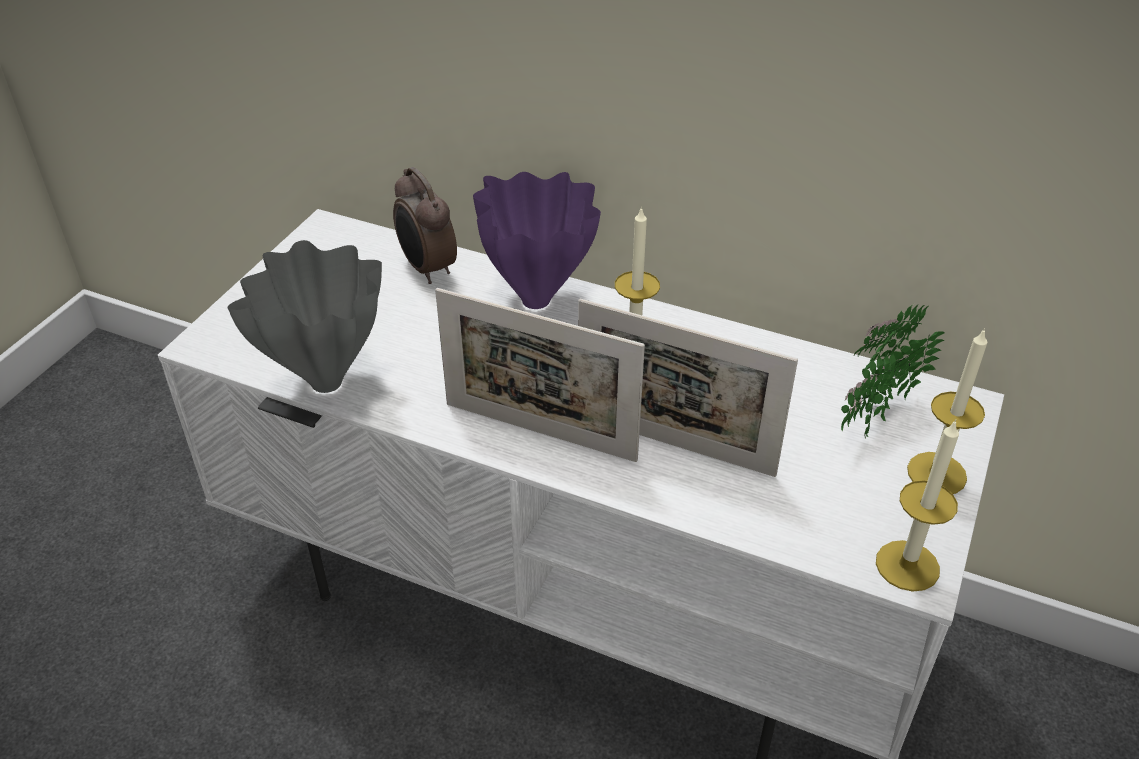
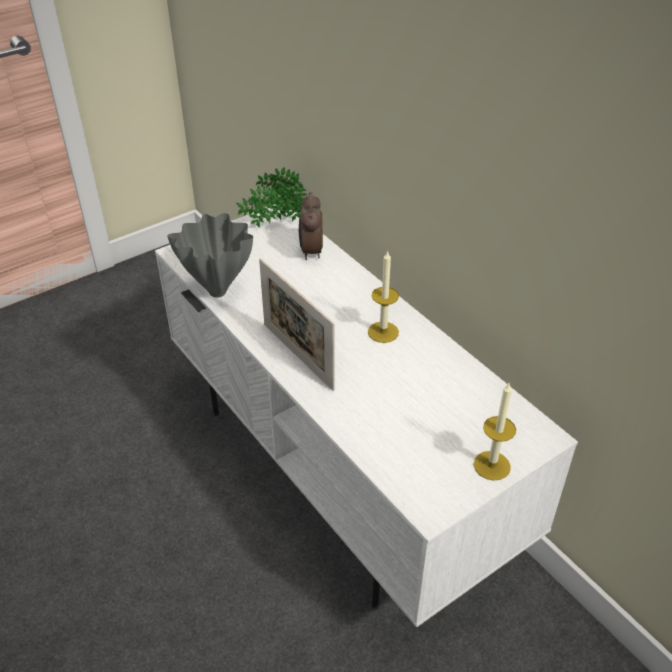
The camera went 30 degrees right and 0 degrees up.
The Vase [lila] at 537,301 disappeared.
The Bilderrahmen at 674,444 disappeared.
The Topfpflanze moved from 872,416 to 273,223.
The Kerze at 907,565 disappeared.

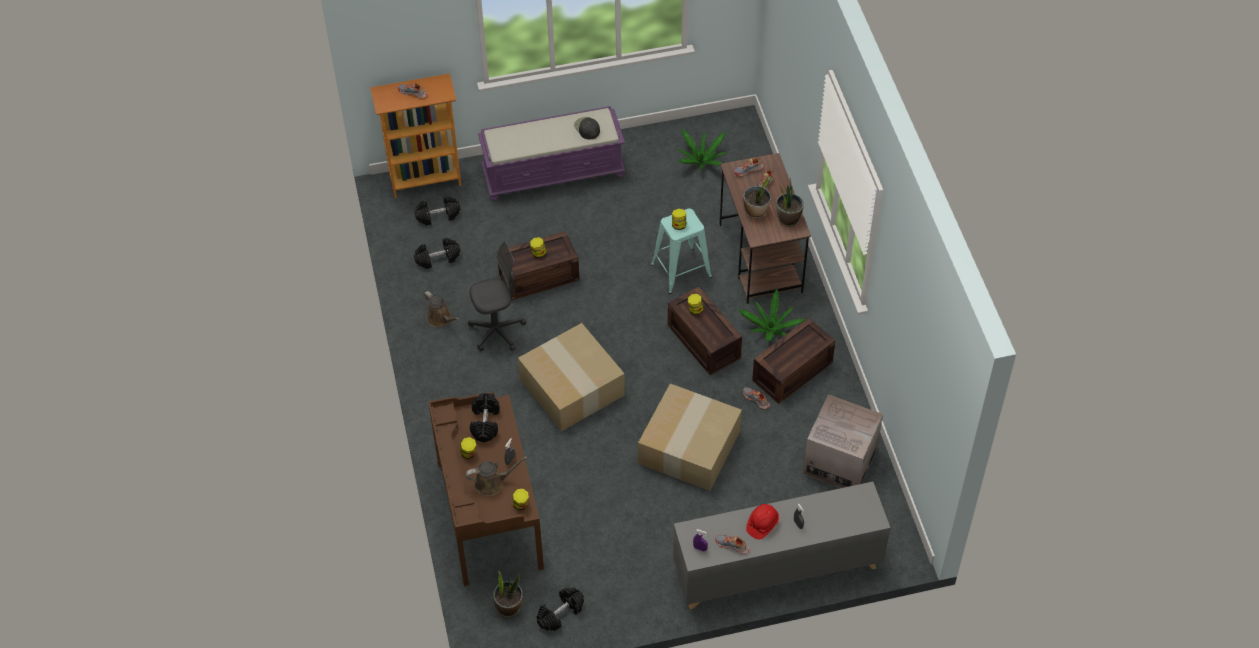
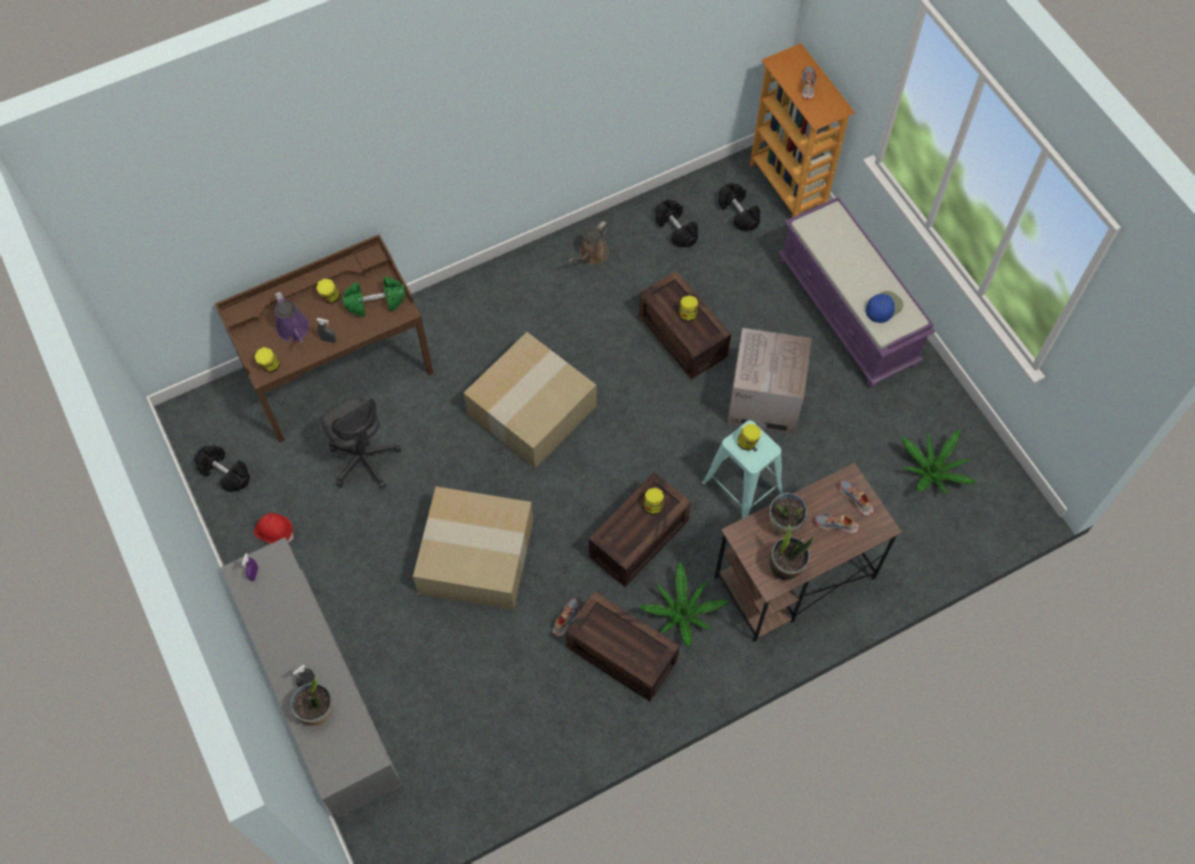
The camera went 75 degrees right and 10 degrees up.
The Gießkanne [braun] at 492,483 became the Gießkanne [lila] at 294,330.
The Bürostuhl [grau] moved from 497,331 to 364,460.
The Hantel [schwarz] at 485,423 became the Hantel [grün] at 376,302.
The Topfpflanze moved from 509,607 to 317,711.
The Kappe [schwarz] at 587,128 became the Kappe [blau] at 883,307.
The Schuh at 732,546 disappeared.
The Schutzhelm [rot] moved from 762,524 to 274,531.
The Karton moved from 839,461 to 764,399.

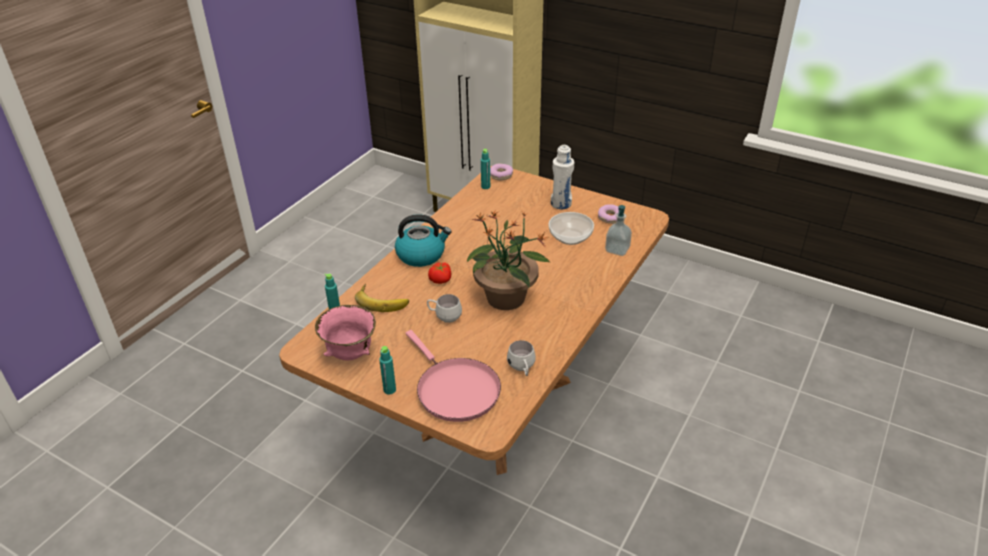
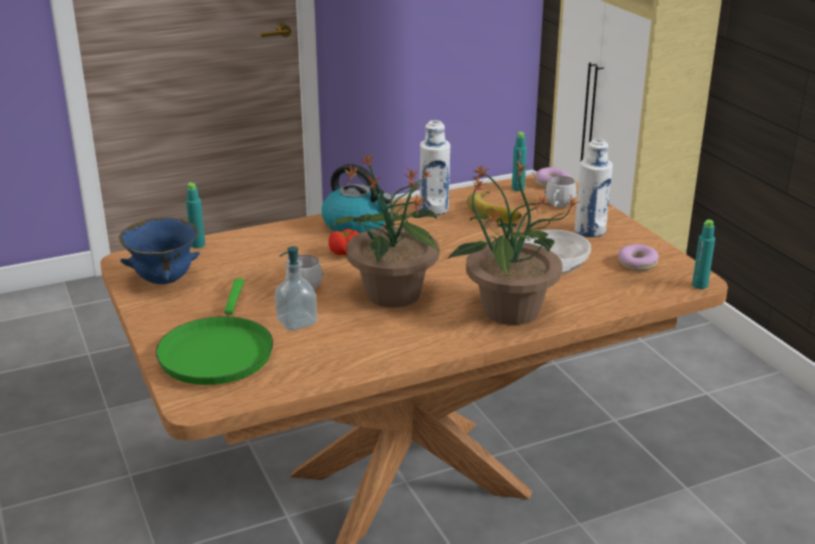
The camera went 35 degrees right and 10 degrees down.
The Schüssel [rosa] at 350,354 became the Schüssel [blau] at 163,281.
The Banane moved from 382,300 to 496,210.
The Flasche [türkis] moved from 389,390 to 699,285.
The Pfanne [rosa] at 455,390 became the Pfanne [grün] at 217,352.
The Henkelbecher [weiß] moved from 522,369 to 558,206.
The Seifenspender moved from 617,250 to 297,322.
The Flasche [weiß] at 434,209 appeared.
The Topfpflanze at 509,311 appeared.

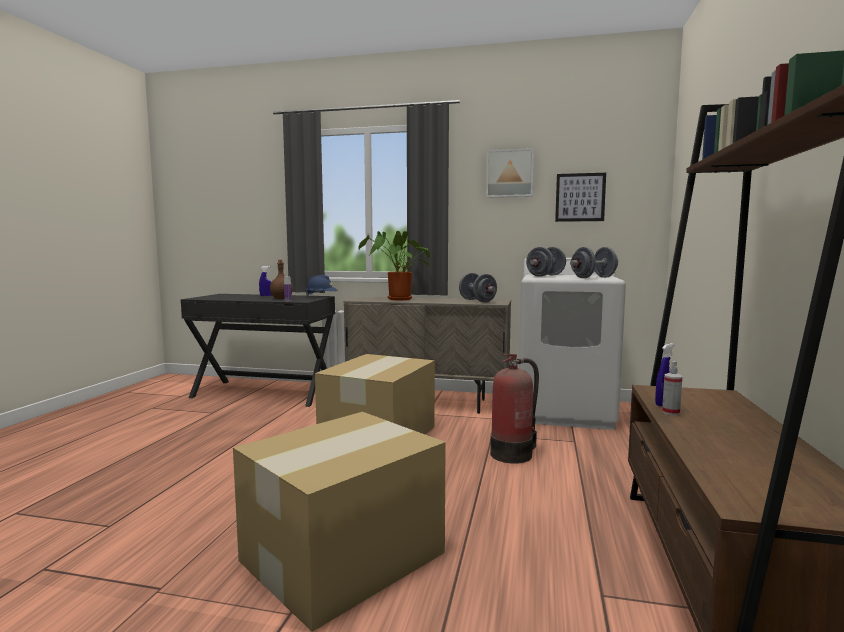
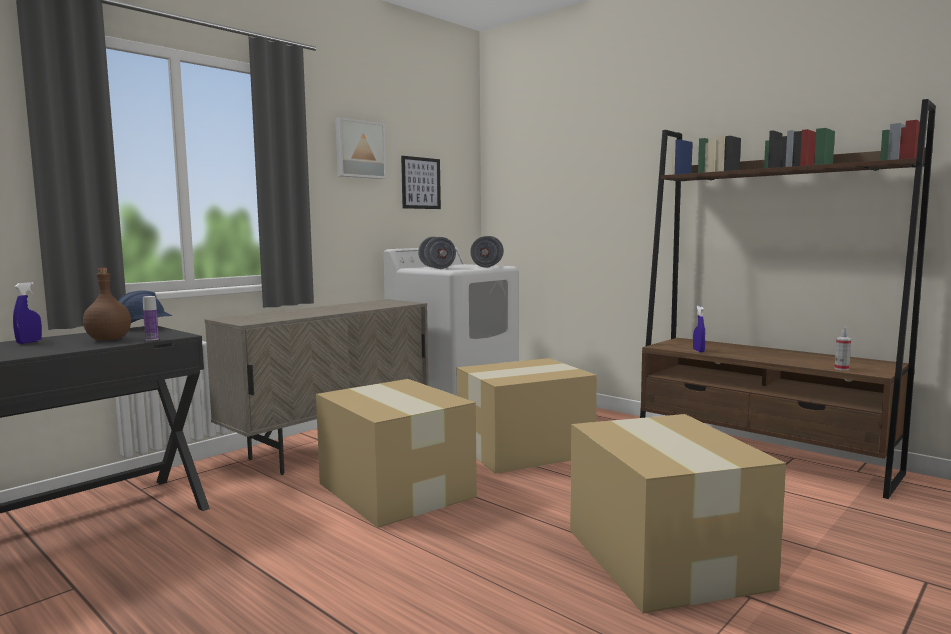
The camera went 60 degrees left and 0 degrees up.
The Topfpflanze at 397,299 disappeared.
The Hantel [grau] at 477,301 disappeared.
The Feuerlöscher at 513,454 was replaced by the Karton at 522,449.
The Sprühflasche moved from 670,412 to 841,369.

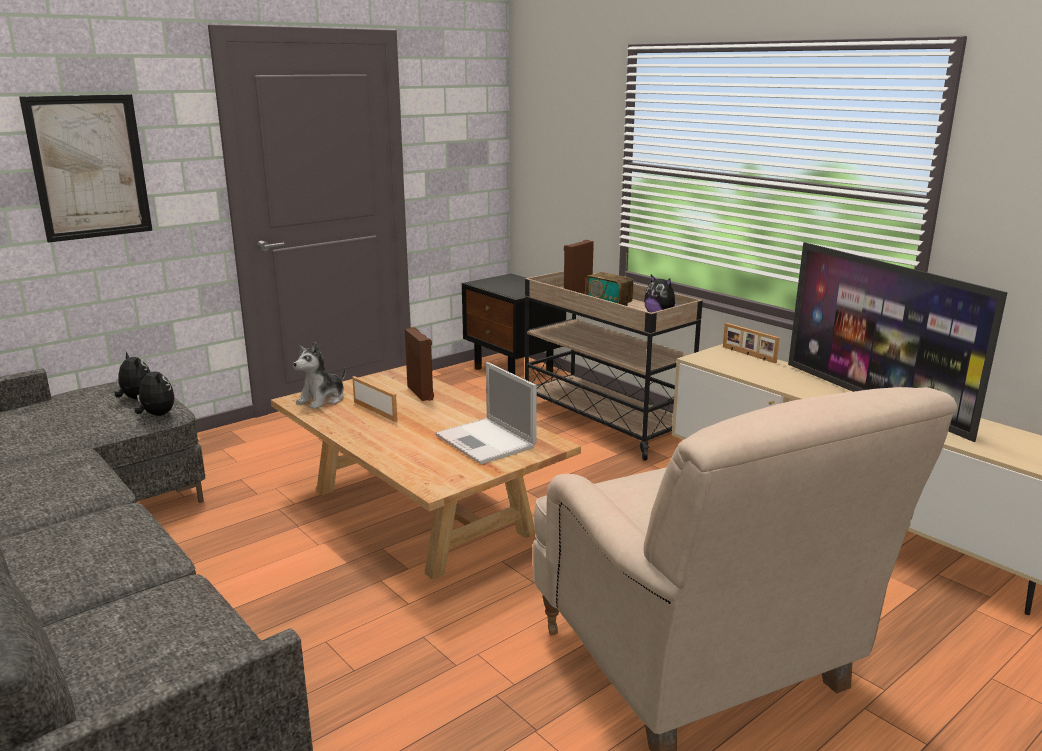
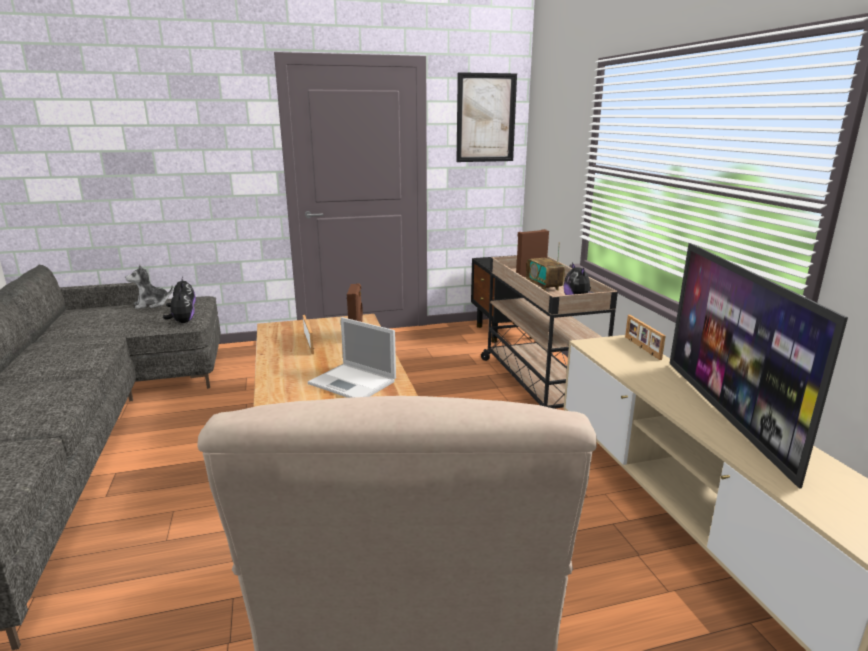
The camera went 25 degrees right and 0 degrees up.
The Bild moved from 89,167 to 486,118.
The Plüschtier moved from 322,400 to 151,304.
The Laptop at 487,442 turned 45 degrees counterclockwise.

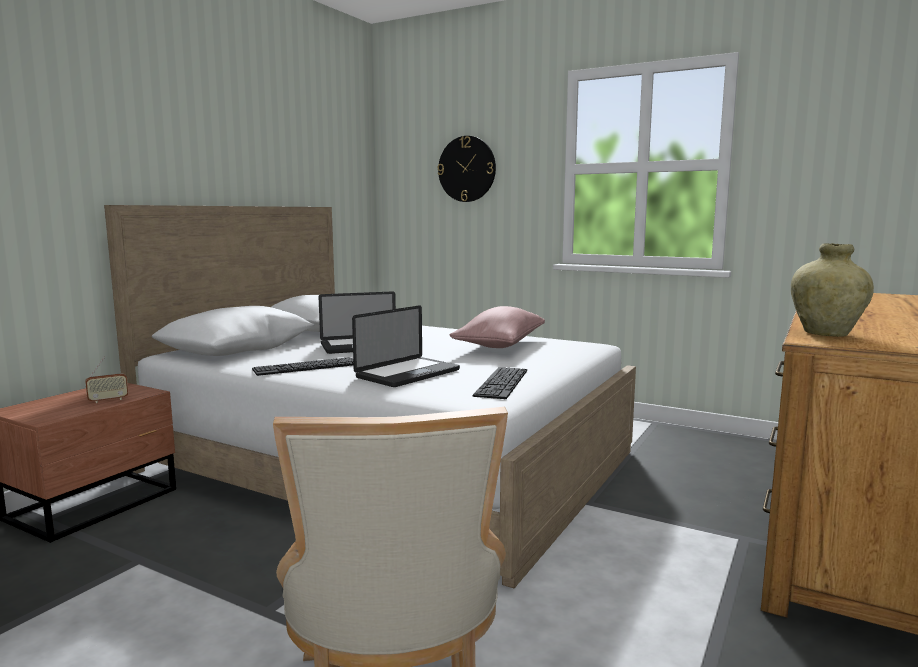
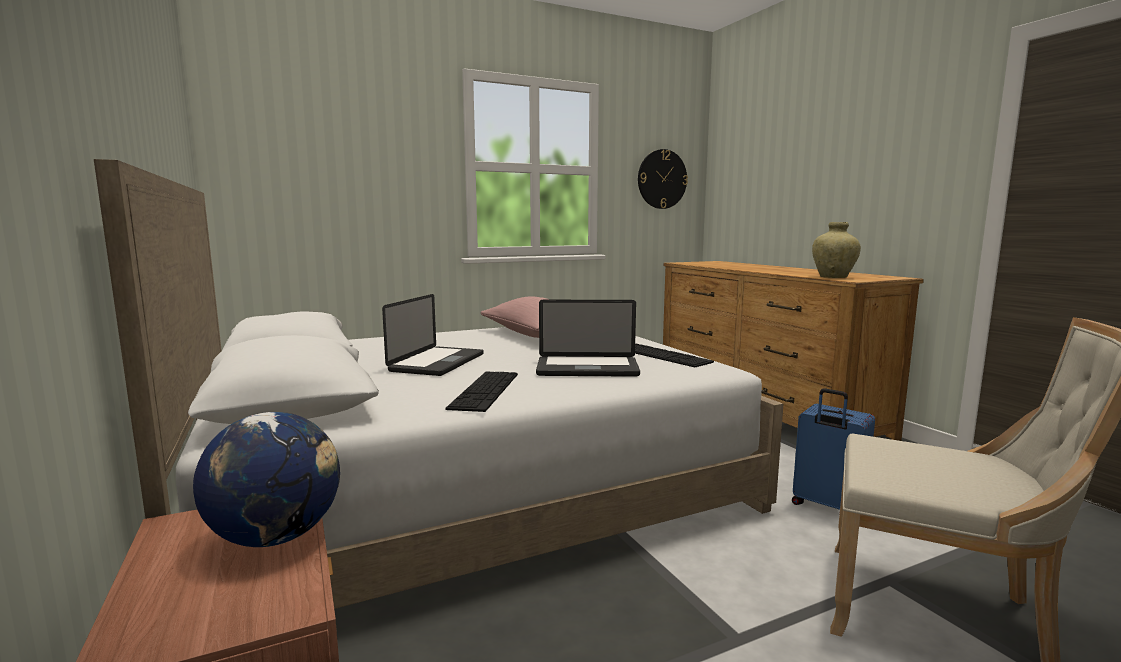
The camera went 55 degrees left and 0 degrees up.
The Radio at 108,400 was replaced by the Globus at 276,537.
The Laptop at 408,374 turned 105 degrees clockwise.
The Wanduhr moved from 467,169 to 662,179.
The Koffer [blau] at 826,506 appeared.

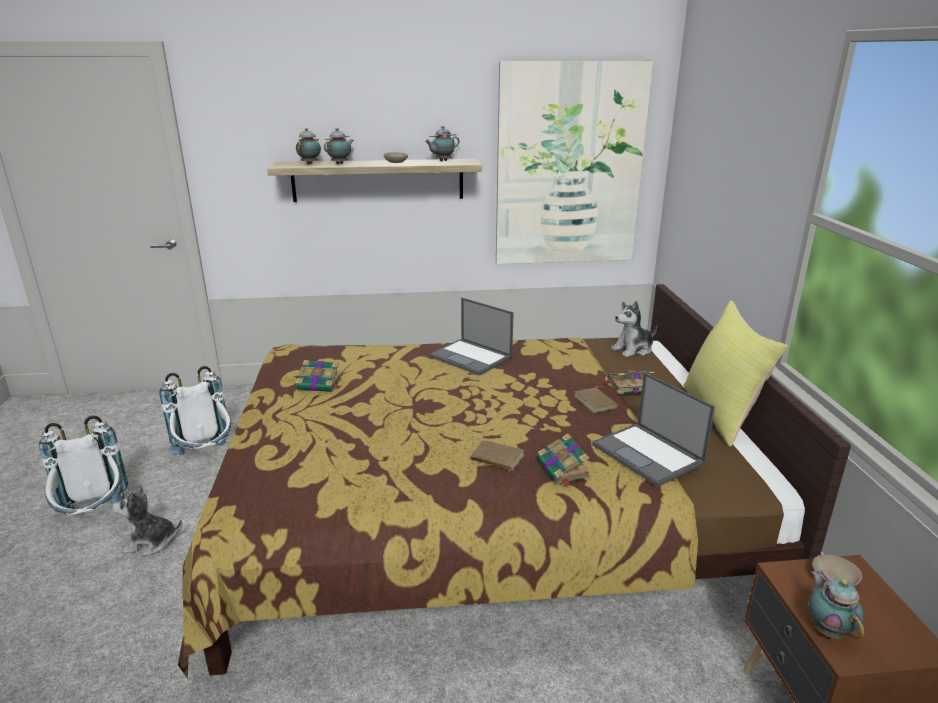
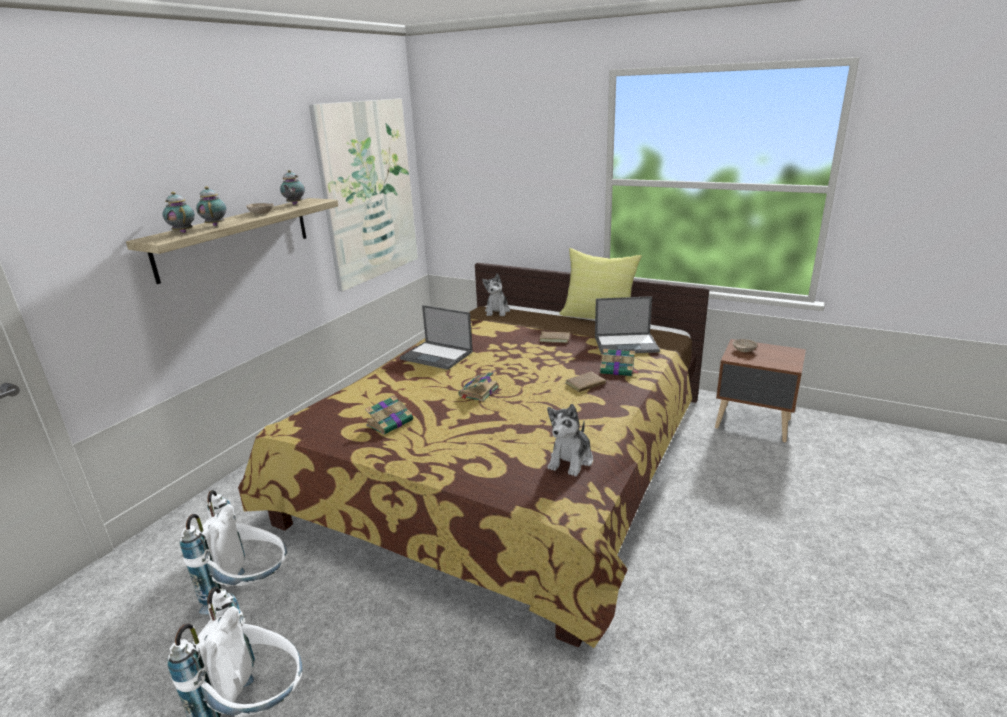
The camera went 55 degrees left and 0 degrees up.
The Plüschtier moved from 151,542 to 571,460.
The Laptop at 471,357 turned 45 degrees clockwise.
The Buch moved from 629,385 to 478,392.
The Teekanne at 827,629 disappeared.

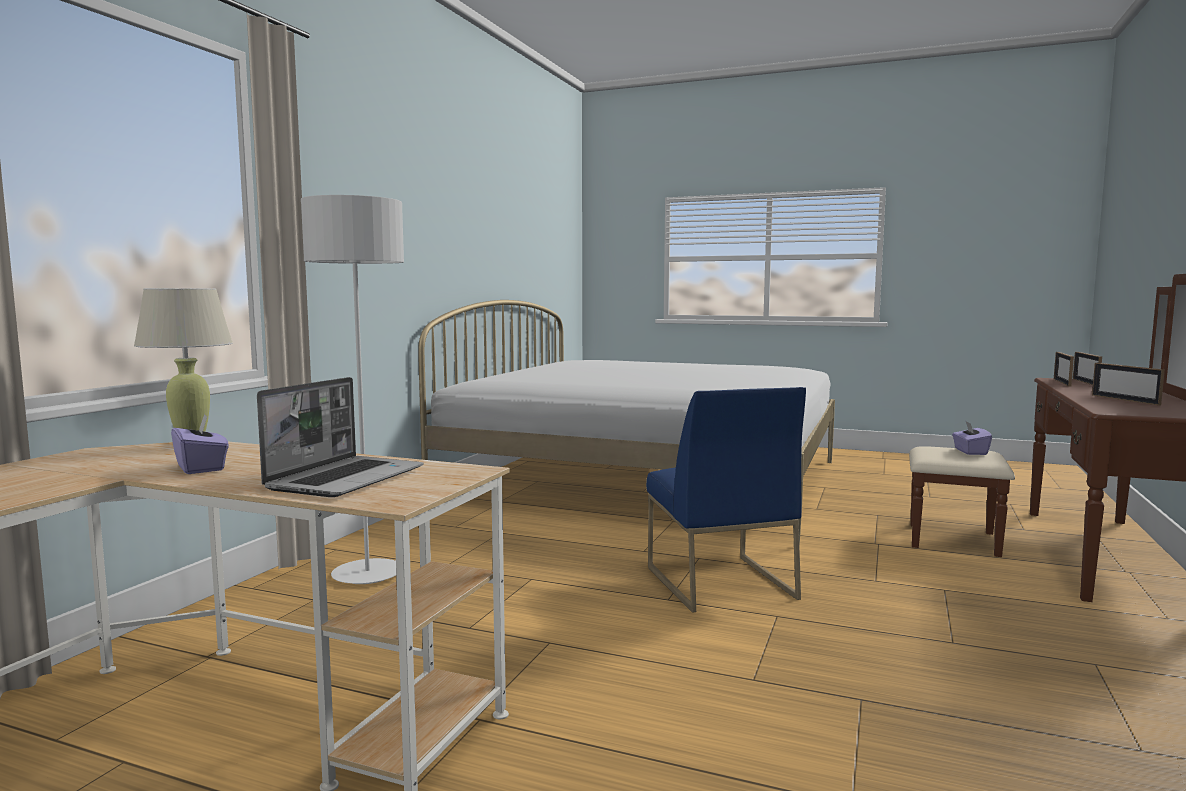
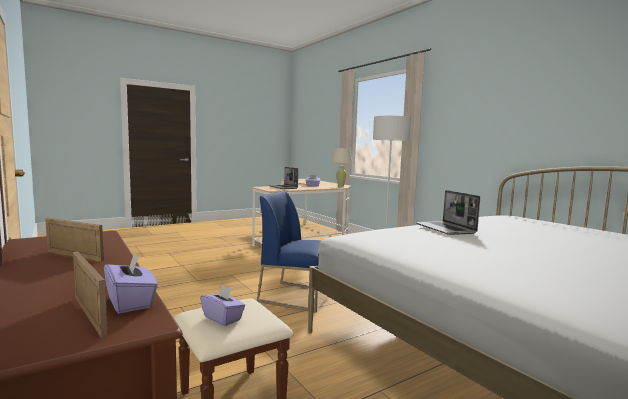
The camera went 125 degrees right and 0 degrees up.
The Bilderrahmen at 1062,382 was replaced by the Taschentuchbox [lila] at 131,302.
The Laptop at 446,229 appeared.

